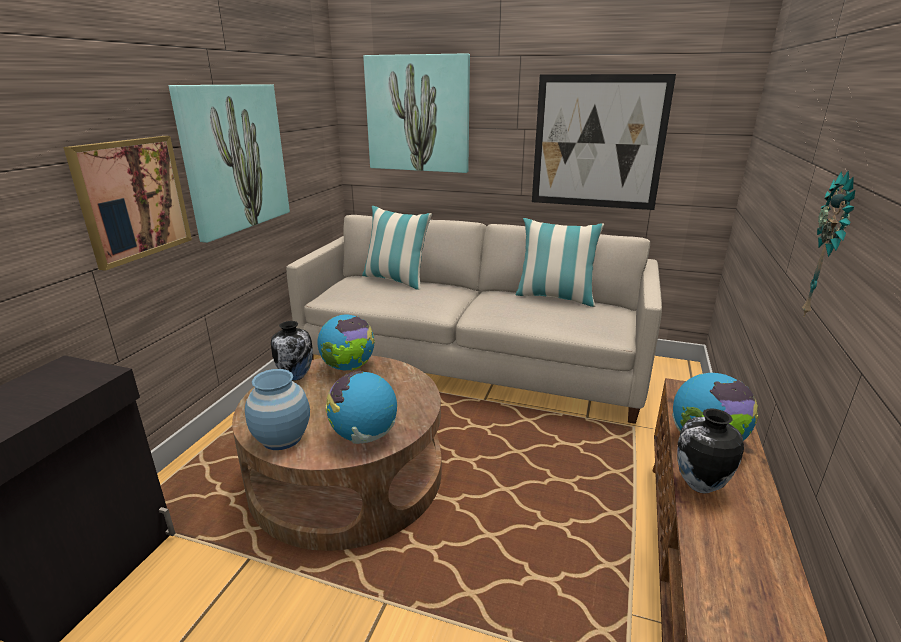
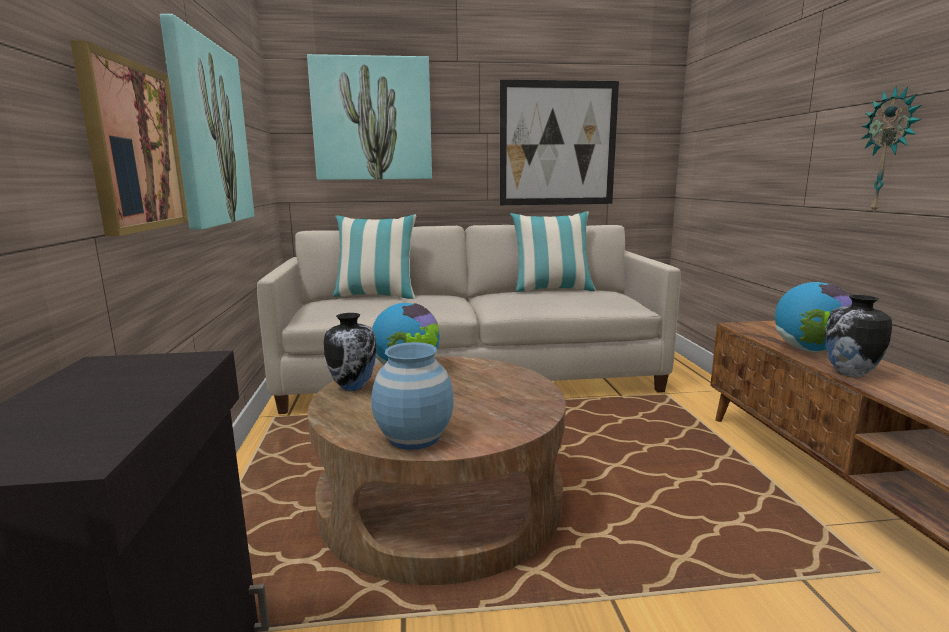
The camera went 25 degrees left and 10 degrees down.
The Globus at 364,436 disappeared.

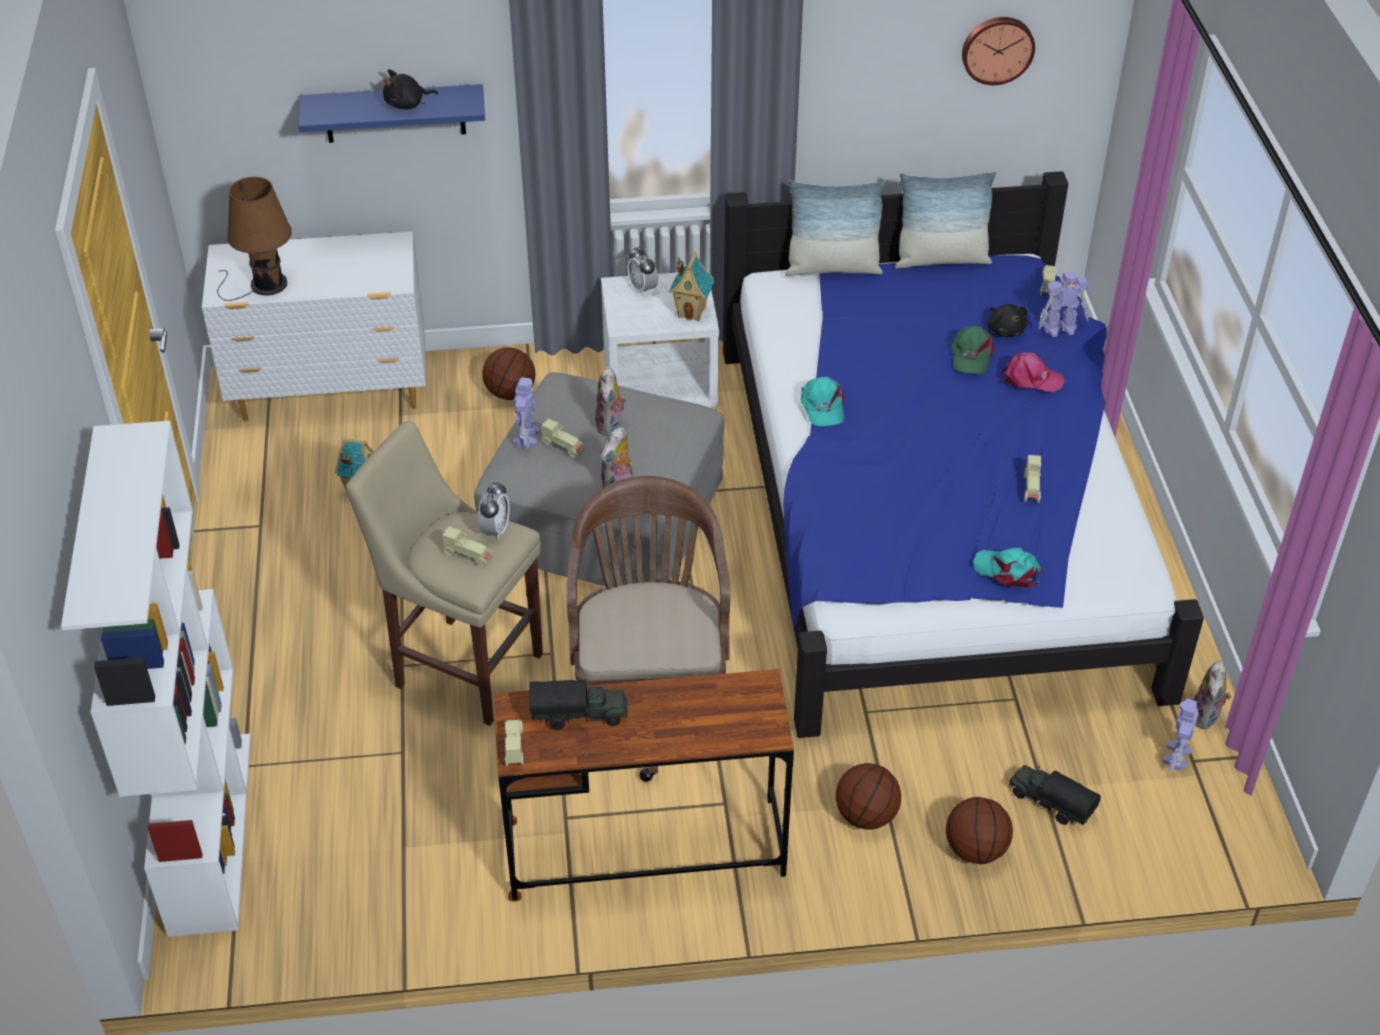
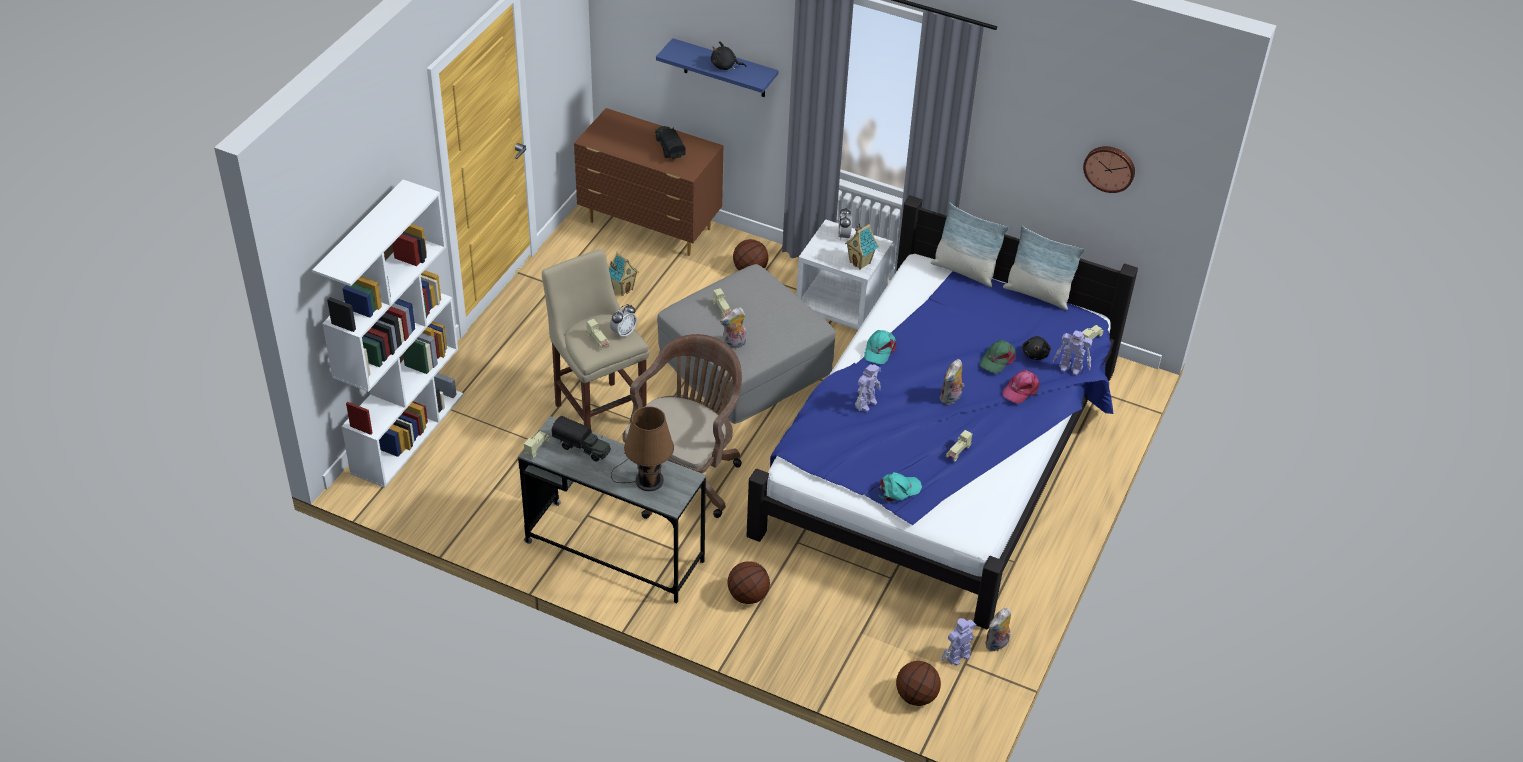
The camera went 30 degrees right and 0 degrees up.
The Kommode [weiß] at 332,393 became the Kommode [braun] at 650,226.
The Tischlampe [braun] moved from 264,285 to 646,479.
The Schreibtisch [braun] at 644,849 became the Schreibtisch [grau] at 614,552.
The Spielzeugroboter moved from 527,435 to 866,403.
The Plüschtier moved from 611,425 to 951,398.
The Basketball moved from 976,850 to 916,696.
The Kappe [türkis] at 1008,571 turned 90 degrees clockwise.
The Kappe [rosa] at 1031,379 turned 90 degrees clockwise.
The Spielzeuglaster moved from 1050,803 to 669,149.

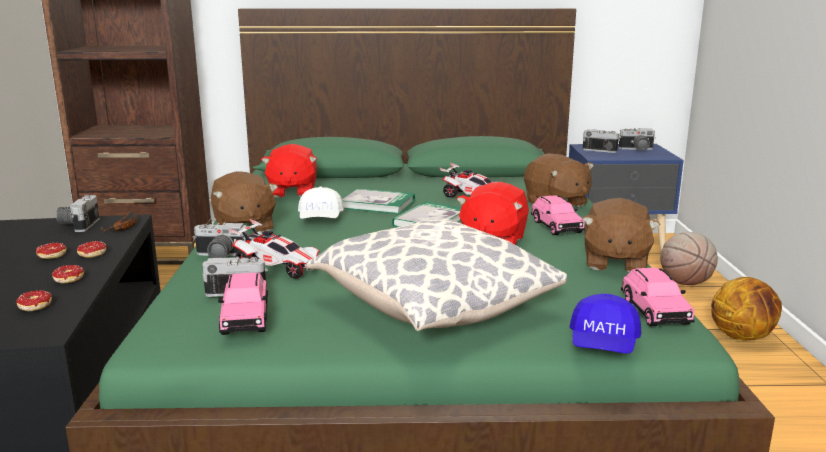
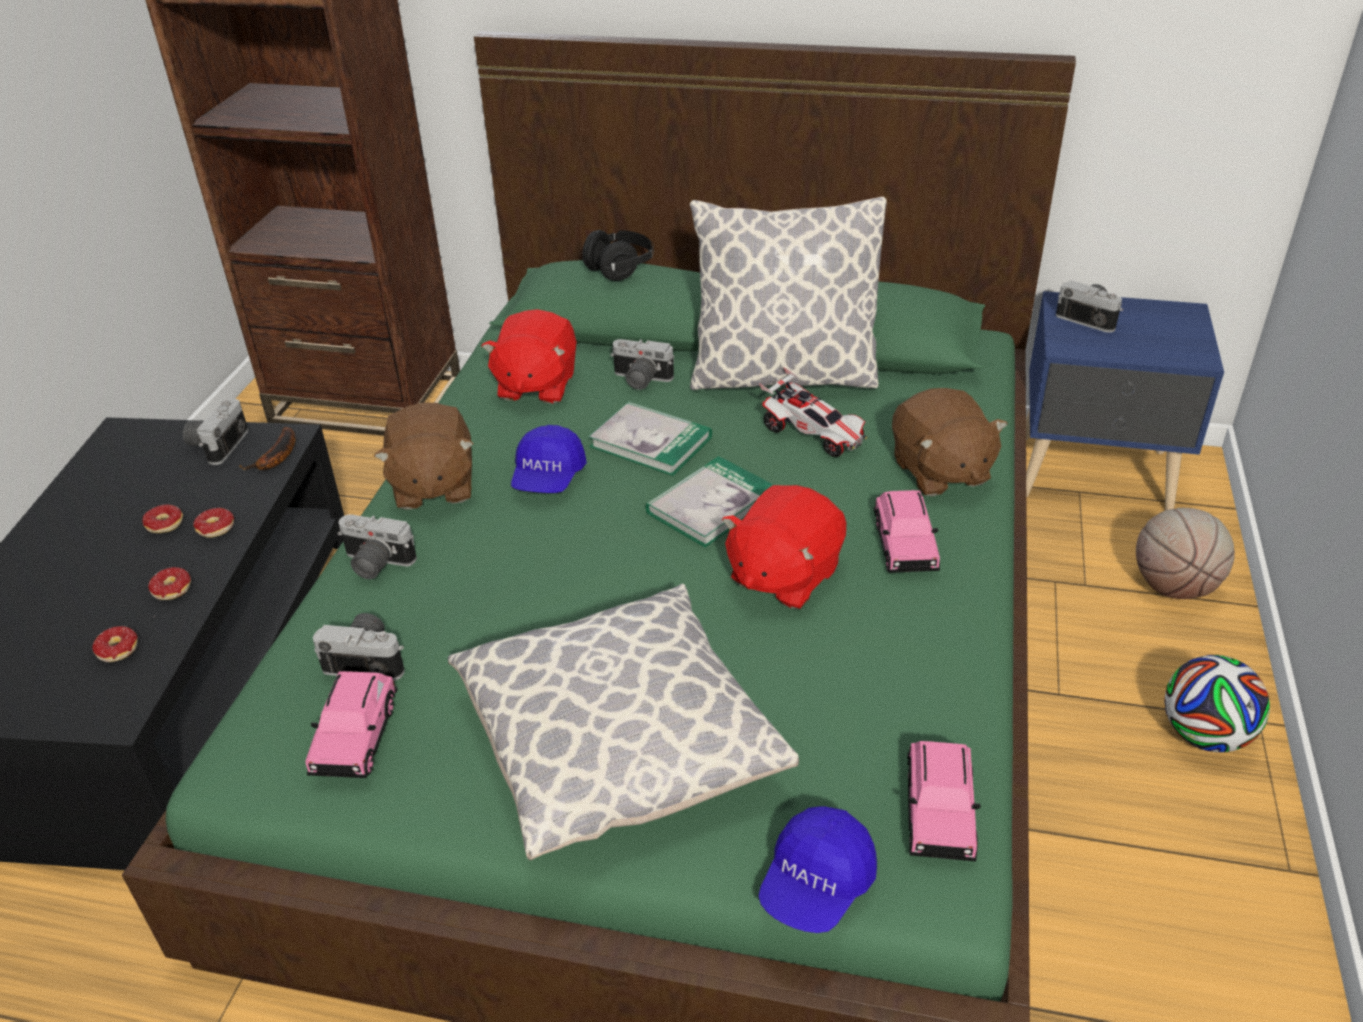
The camera went 15 degrees right and 20 degrees up.
The Spielzeugauto at 278,268 disappeared.
The Kappe [weiß] at 320,219 became the Kappe [blau] at 548,478.
The Plüschtier [braun] at 614,262 disappeared.
The Kamera moved from 636,149 to 640,380.
The Basketball at 742,336 was replaced by the Fußball at 1204,735.
The Kopfhörer [schwarz] at 620,269 appeared.
The Kissen at 783,375 appeared.

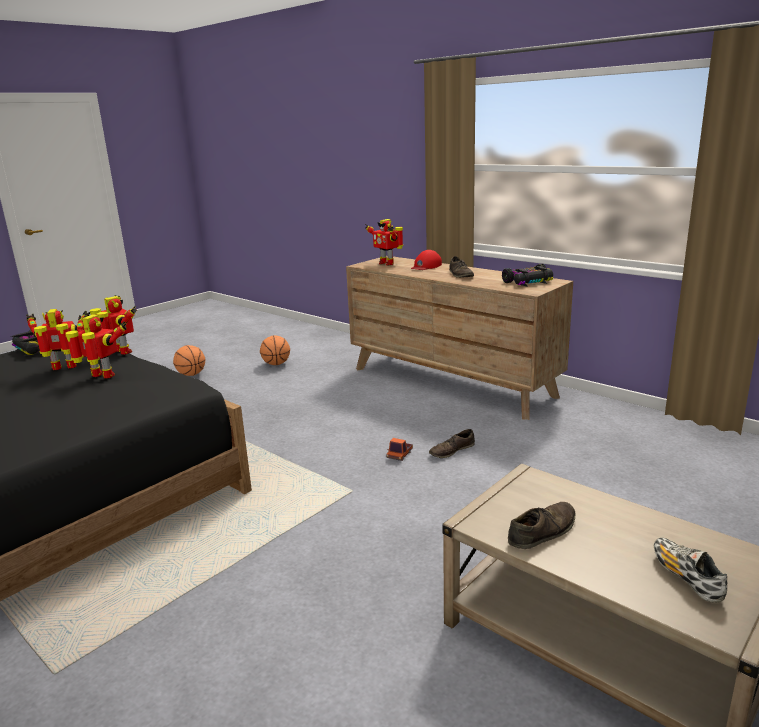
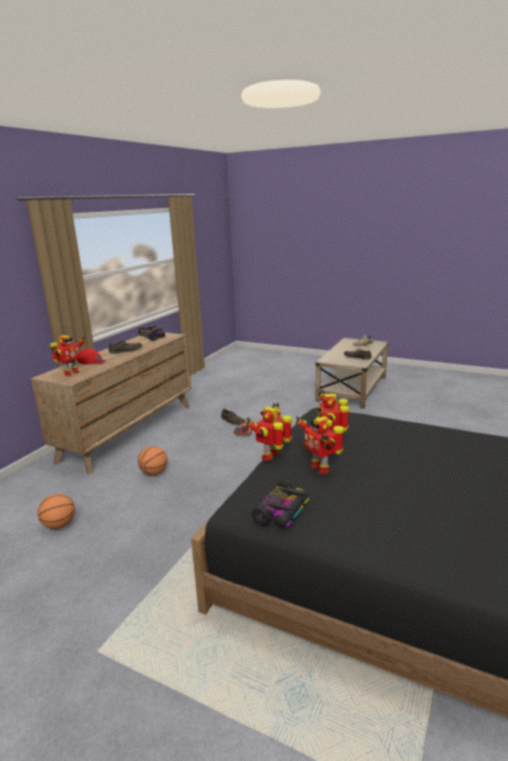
The camera went 105 degrees left and 0 degrees up.
The Basketball moved from 191,375 to 154,473.

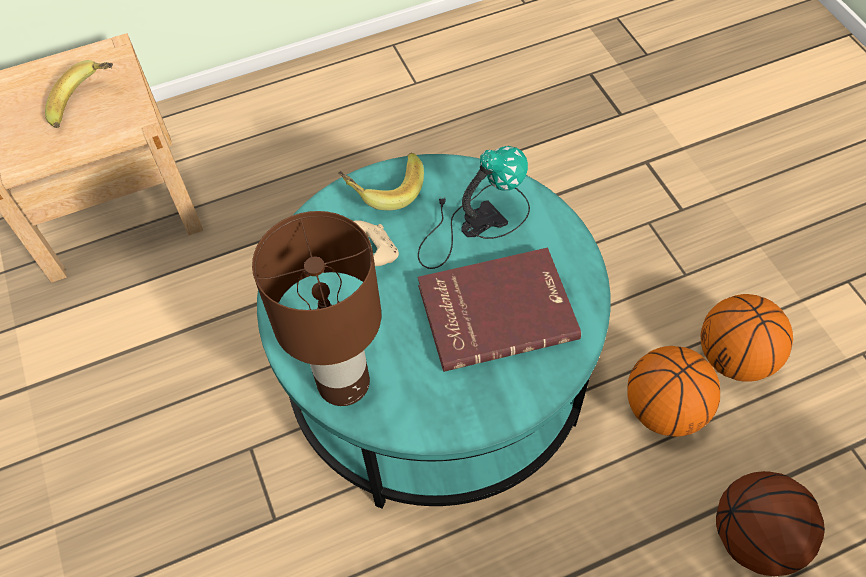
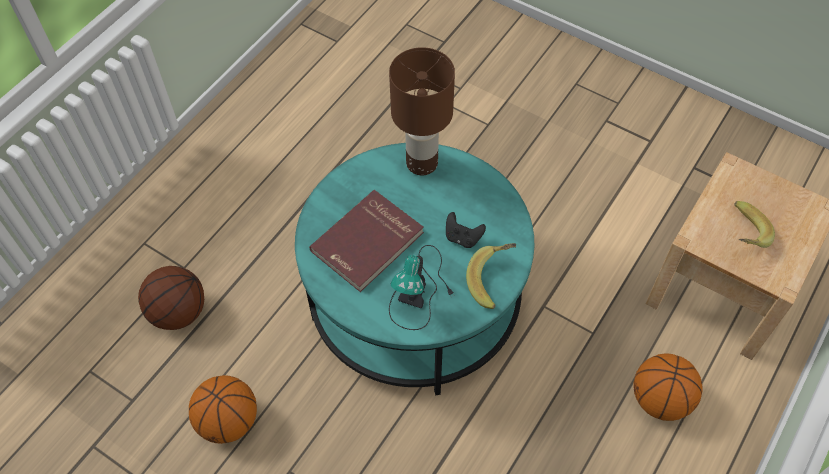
The camera went 145 degrees right and 0 degrees up.
The Gamepad [beige] at 376,253 became the Gamepad [schwarz] at 462,238.
The Basketball moved from 664,409 to 660,400.

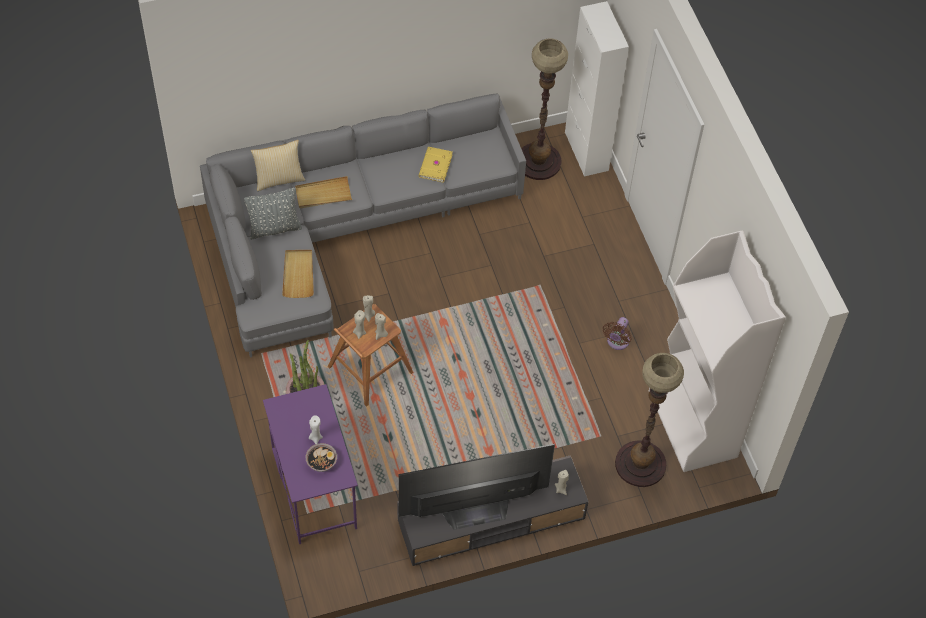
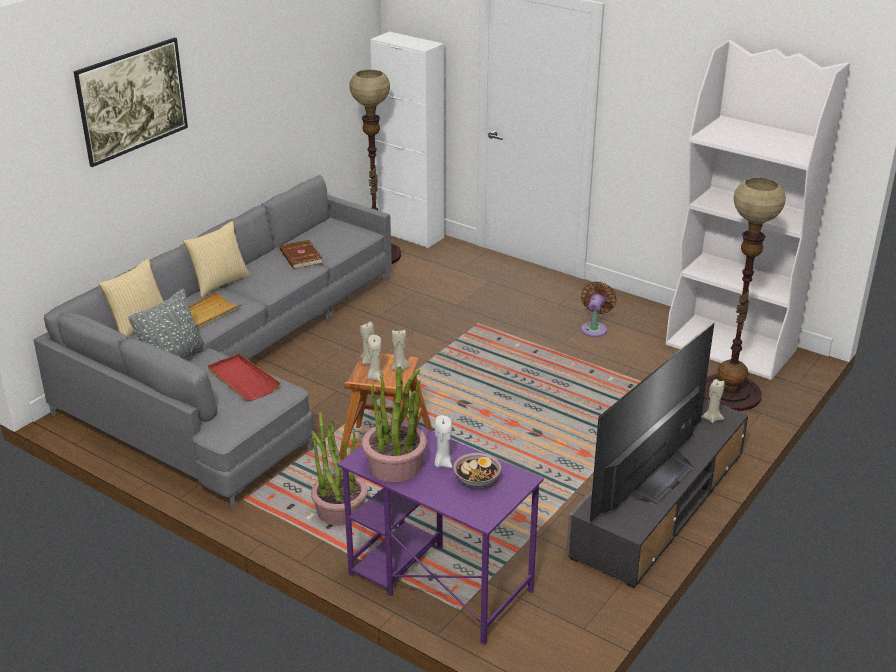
The camera went 35 degrees left and 25 degrees down.
The Tablett [beige] at 298,274 became the Tablett [rot] at 242,380.
The Buch [gelb] at 434,166 became the Buch [braun] at 300,257.
The Ventilator [braun] at 617,342 turned 150 degrees counterclockwise.
The Bild at 136,123 appeared.
The Kissen at 219,283 appeared.
The Topfpflanze at 395,465 appeared.

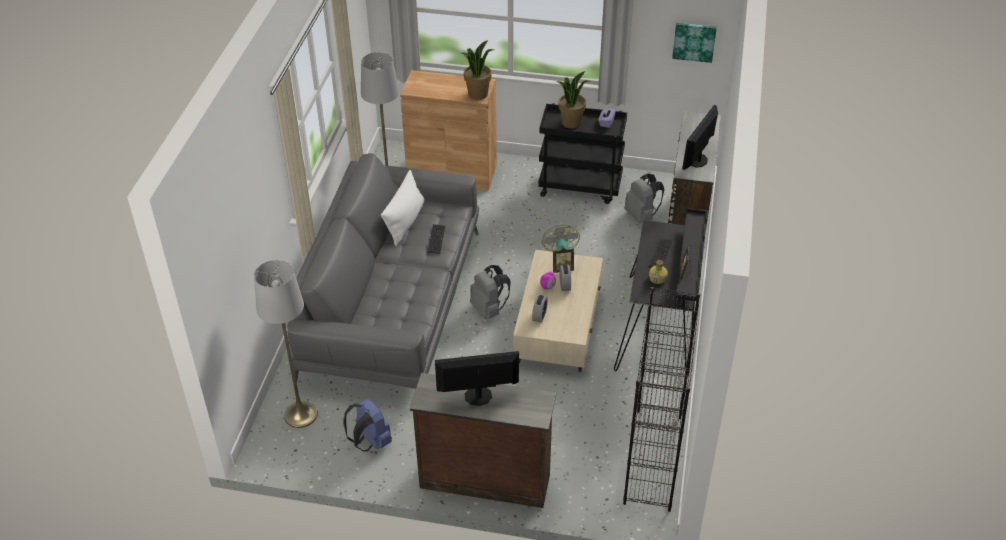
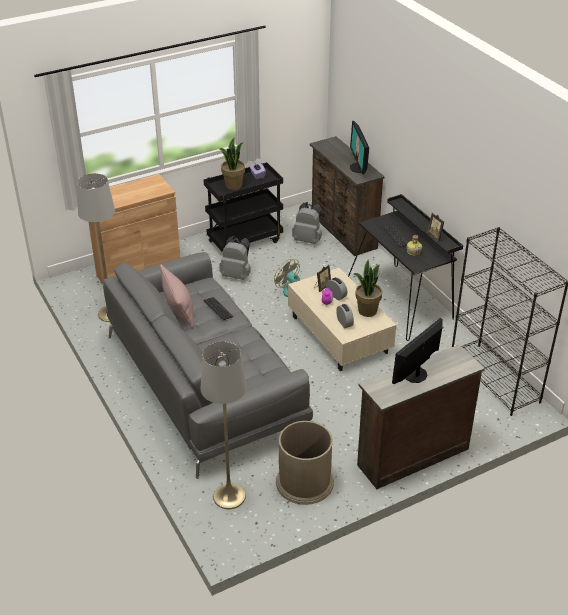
The camera went 40 degrees left and 5 degrees down.
The Rucksack [blau] at 370,442 was replaced by the Mülleimer [braun] at 304,482.
The Kissen [weiß] at 405,221 became the Kissen [rosa] at 178,309.
The Topfpflanze moved from 478,94 to 367,311.
The Rucksack [grau] moved from 489,309 to 236,275.
The Bild at 694,41 disappeared.

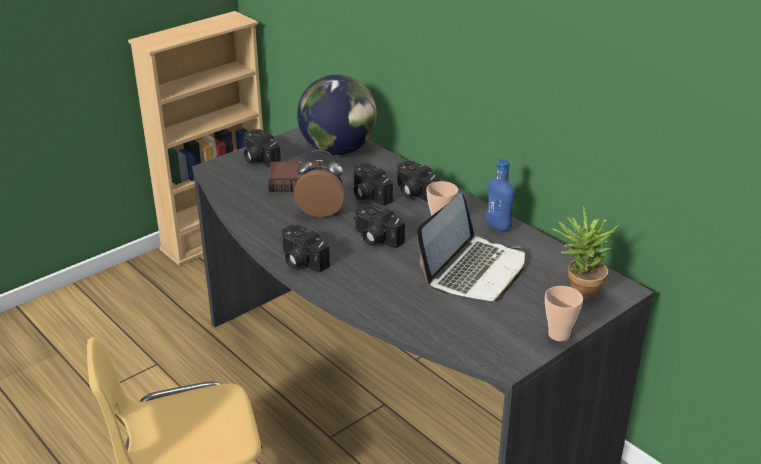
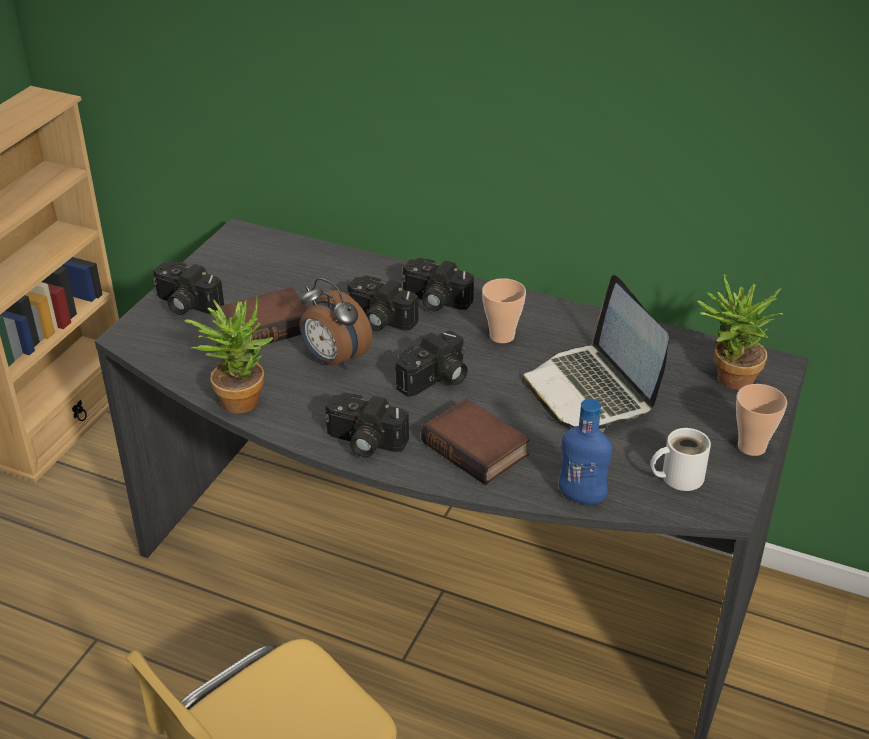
The camera went 25 degrees left and 5 degrees up.
The Wecker at 321,210 turned 120 degrees counterclockwise.
The Globus at 337,150 disappeared.
The Kamera at 375,238 turned 60 degrees counterclockwise.
The Laptop at 474,271 turned 150 degrees clockwise.
The Flasche [blau] moved from 498,227 to 581,497.
The Topfpflanze at 237,397 appeared.
The Buch at 478,448 appeared.
The Henkelbecher [weiß] at 678,476 appeared.

